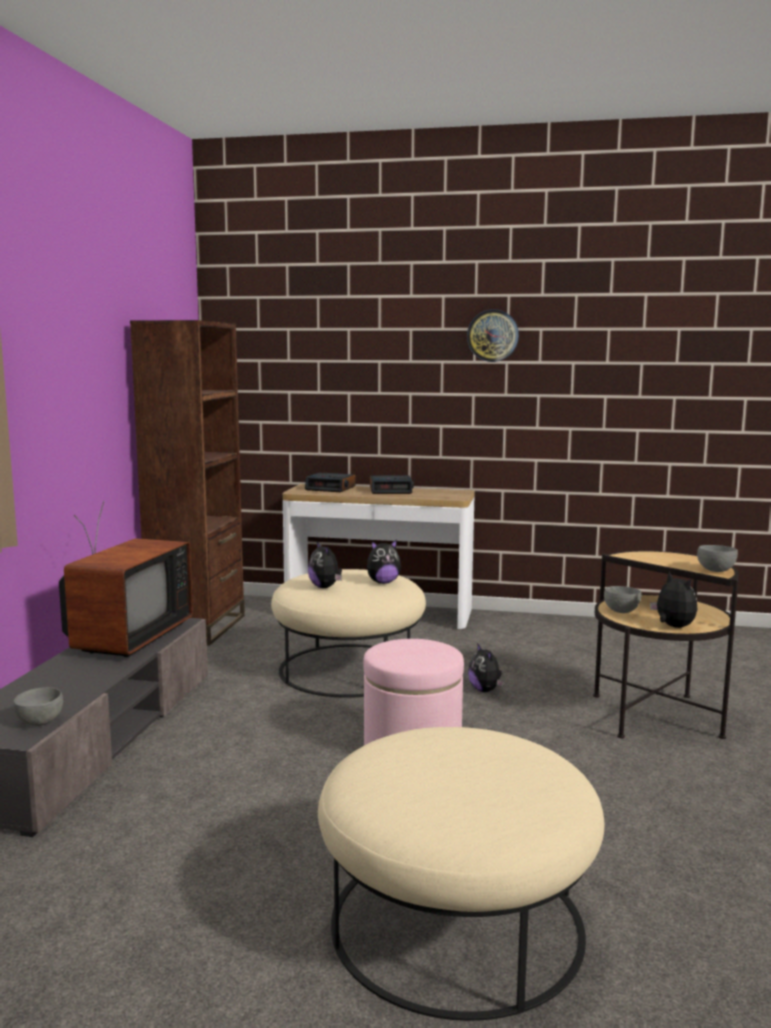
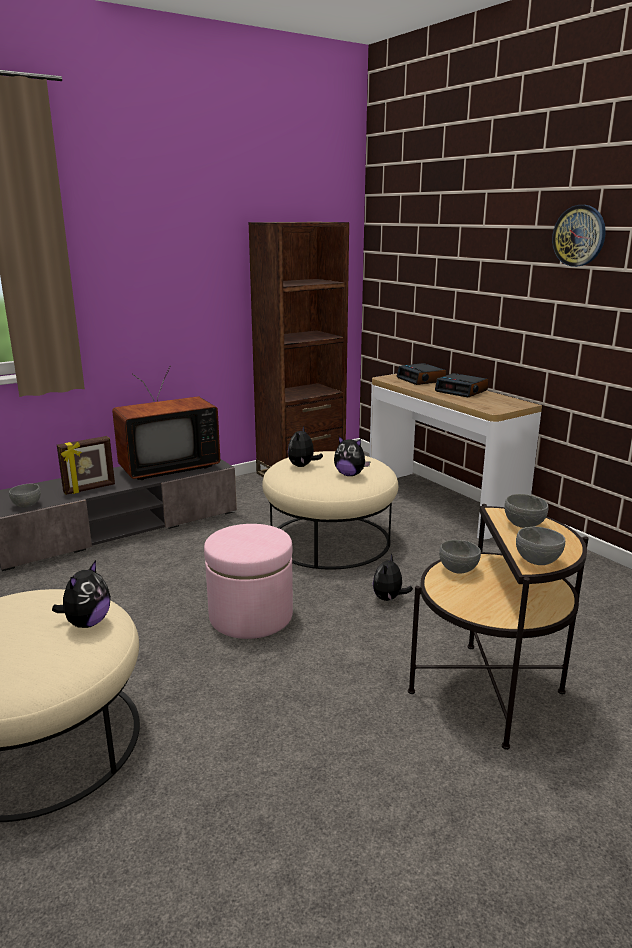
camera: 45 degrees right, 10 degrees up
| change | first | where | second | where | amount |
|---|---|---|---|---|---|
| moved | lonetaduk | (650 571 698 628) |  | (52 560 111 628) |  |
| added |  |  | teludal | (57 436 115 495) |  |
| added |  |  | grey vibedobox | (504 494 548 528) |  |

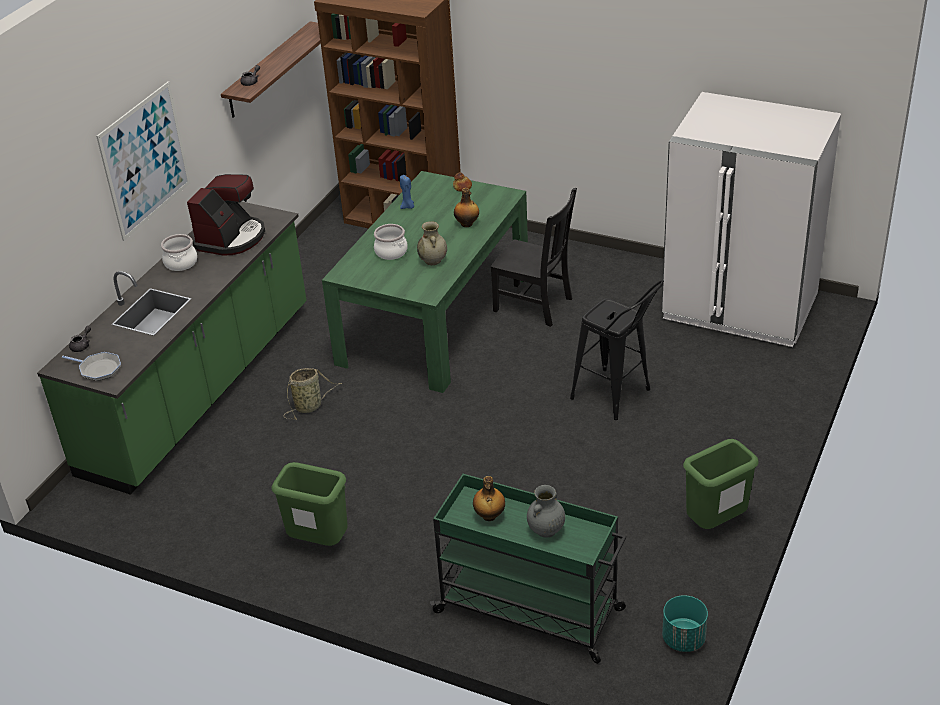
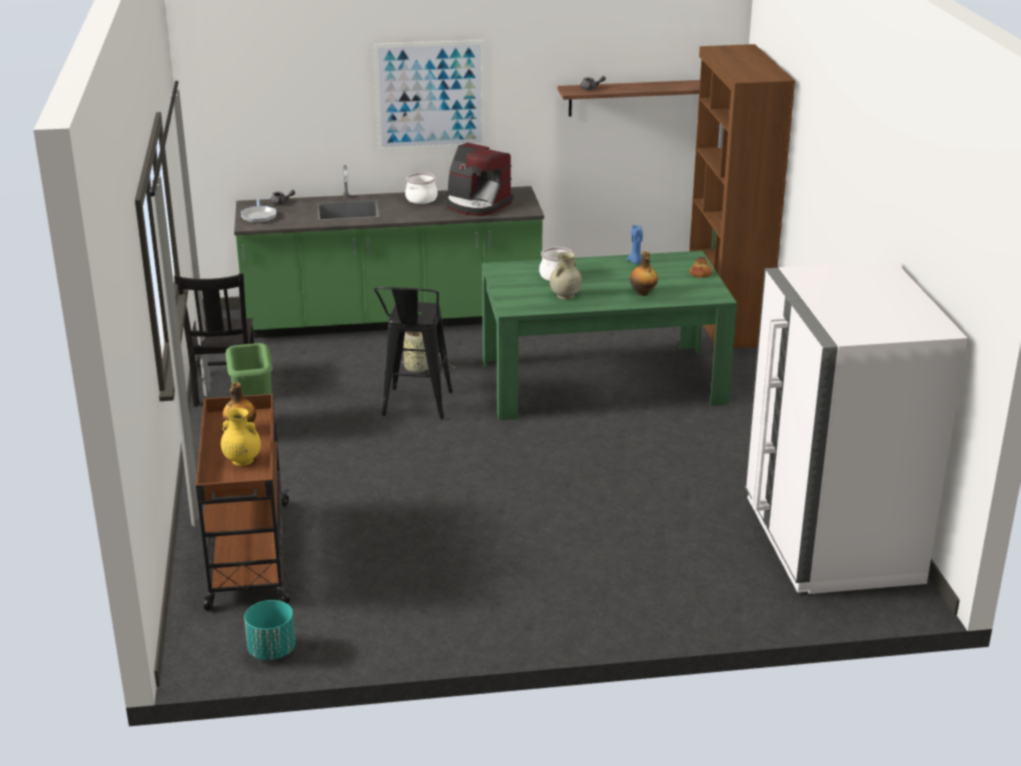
camera: 55 degrees right, 10 degrees down
| change | first | where | second | where | amount |
|---|---|---|---|---|---|
| moved | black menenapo | (491 188 577 327) |  | (174 273 255 407) |  |
| recoloured | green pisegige | (430 474 626 664) | brown pisegige | (196 394 290 610) |  |
| recoloured | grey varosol | (527 485 565 538) | yellow varosol | (221 408 261 466) |  |
| moved | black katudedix | (570 280 664 420) |  | (374 287 453 419) |  |
| turned | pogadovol | (187 174 265 256) |  | (445 143 513 216) | 45 degrees clockwise |
| removed | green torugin | (683 439 759 529) |  |  |  |

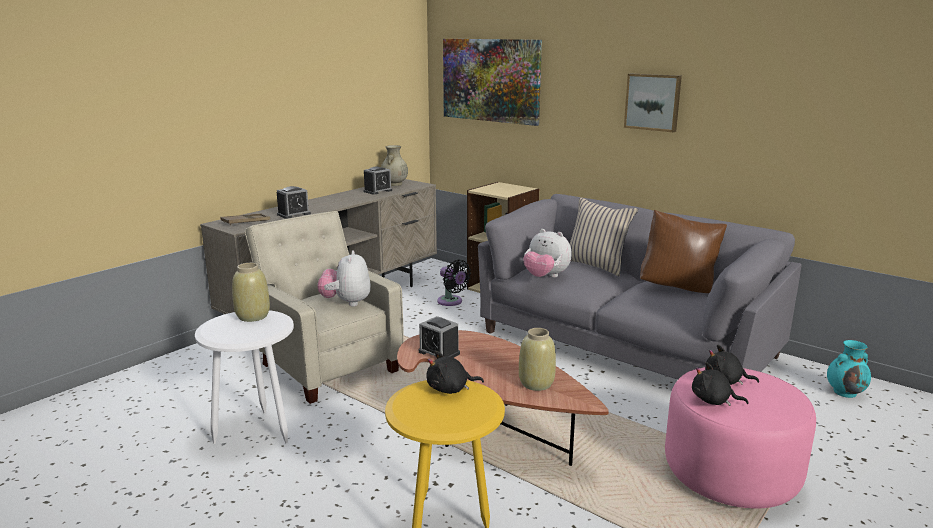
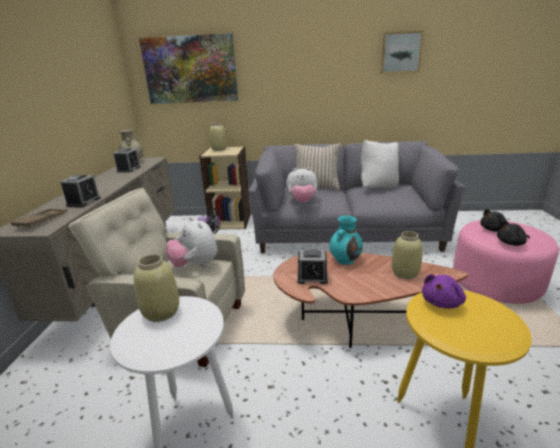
camera: 35 degrees left, 5 degrees up
| change | first | where | second | where | amount |
|---|---|---|---|---|---|
| added |  |  | beige varosol | (209 122 227 151) |  |
| moved | turquoise varosol | (827 340 871 398) |  | (329 216 363 265) |  |
| recoloured | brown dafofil | (640 210 727 293) | white dafofil | (361 140 399 188) |  |
| moved | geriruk | (624 74 682 132) |  | (381 31 424 74) |  |
| recoloured | black lonetaduk | (426 351 484 394) | purple lonetaduk | (422 274 466 308) |  |

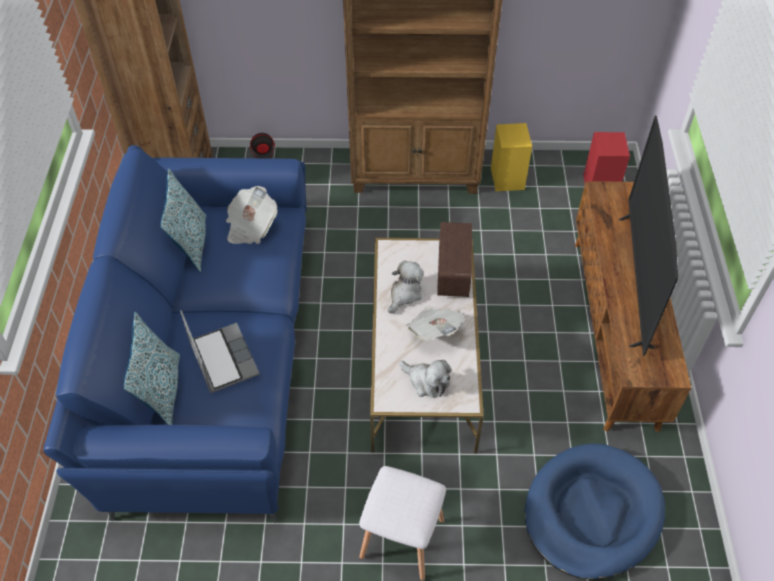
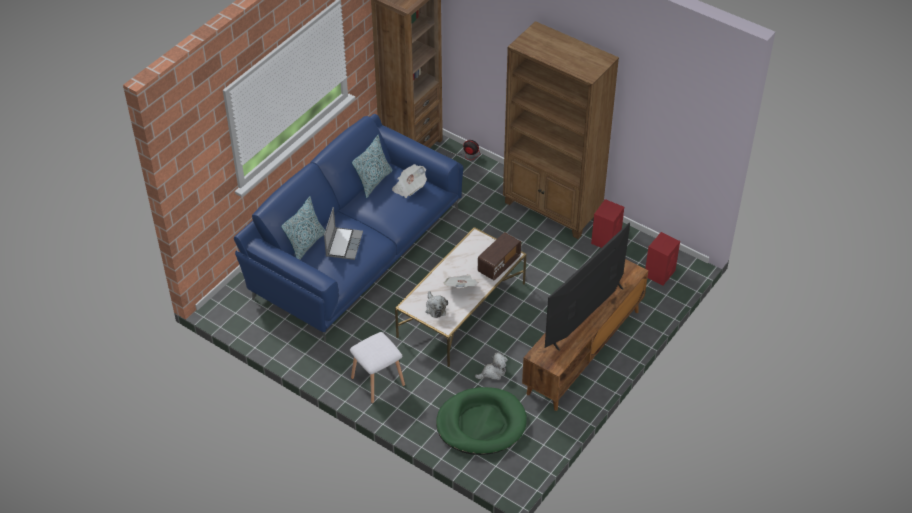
camera: 35 degrees right, 5 degrees down
| change | first | where | second | where | amount |
|---|---|---|---|---|---|
| recoloured | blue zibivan | (525 443 665 579) | green zibivan | (436 387 527 455) |  |
| moved | lonetaduk | (388 260 423 313) |  | (475 352 508 380) |  |
| recoloured | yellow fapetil | (491 123 532 191) | red fapetil | (591 199 624 248) |  |

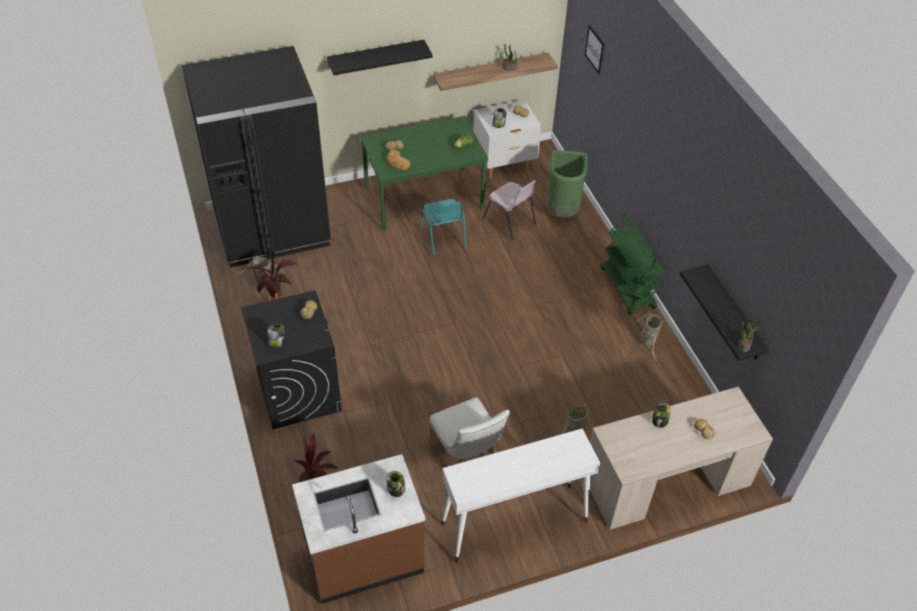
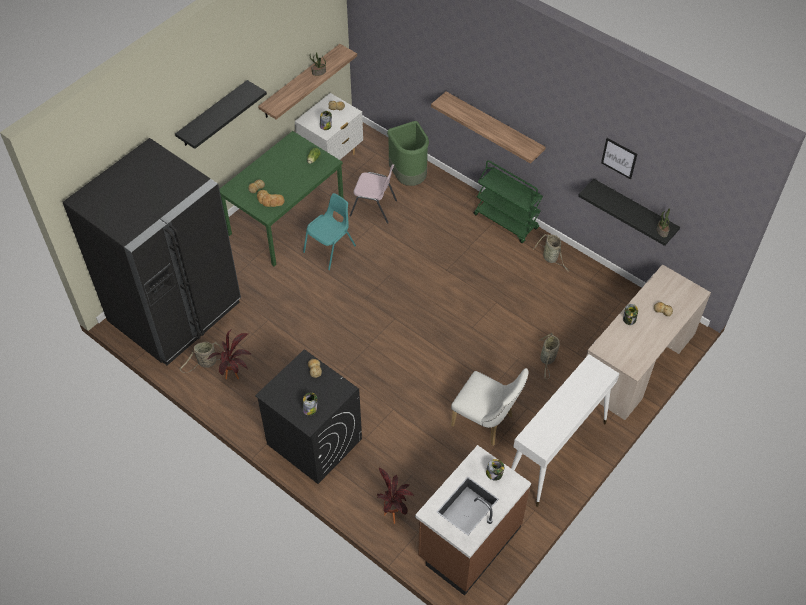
camera: 30 degrees left, 5 degrees up
| change | first | where | second | where | amount |
|---|---|---|---|---|---|
| turned | turquoise menenapo | (420 199 467 256) |  | (303 193 356 270) | 90 degrees counterclockwise |
| added |  |  | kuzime | (431 92 546 164) |  |
| moved | geriruk | (585 25 604 74) |  | (601 138 637 179) |  |

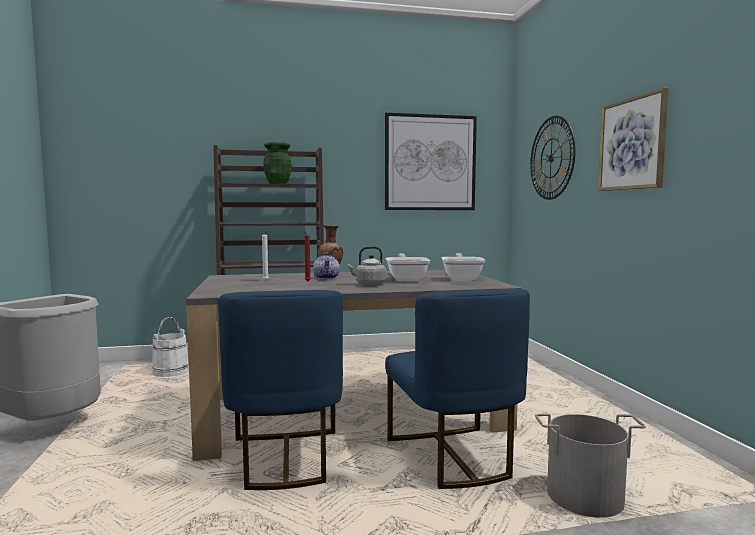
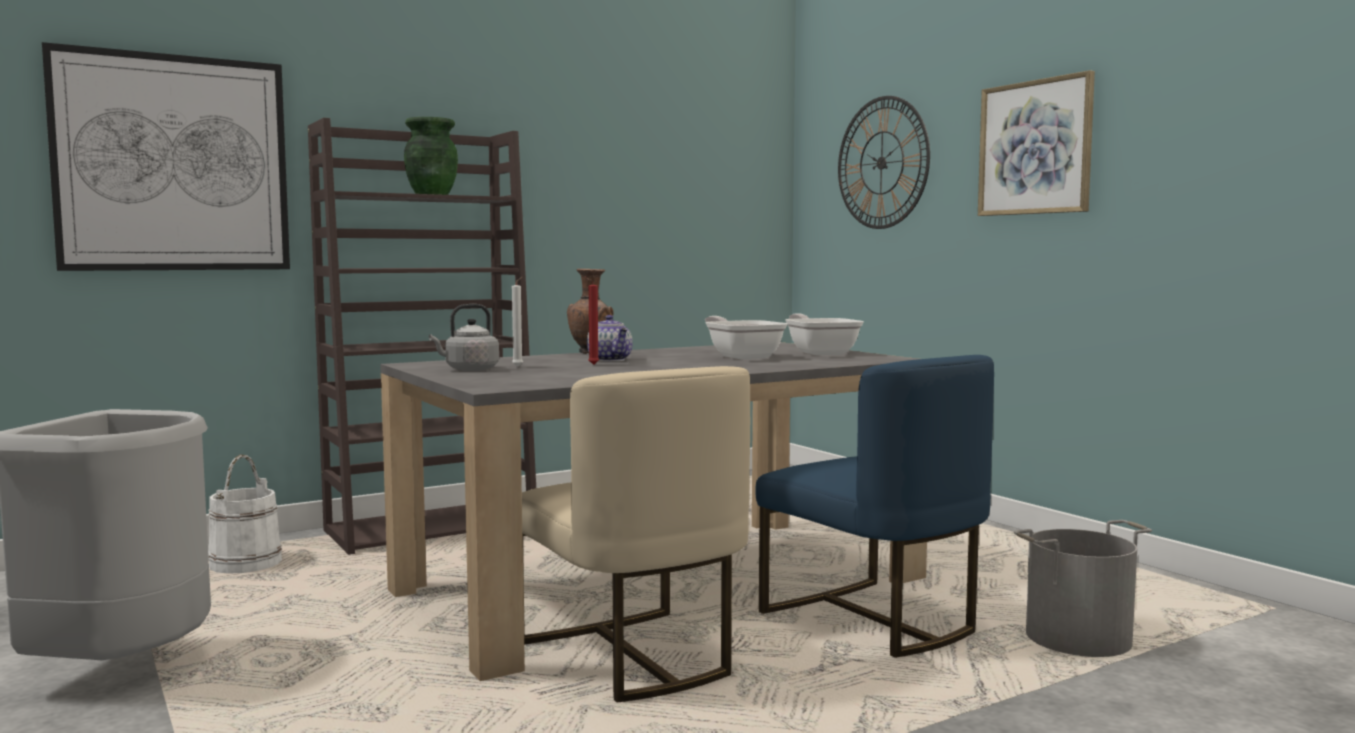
camera: 20 degrees left, 0 degrees up
| change | first | where | second | where | amount |
|---|---|---|---|---|---|
| moved | geriruk | (385 113 477 210) |  | (42 42 290 271) |  |
| moved | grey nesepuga | (347 246 386 285) |  | (429 304 499 371) |  |
| recoloured | blue menenapo | (218 290 343 490) | beige menenapo | (522 366 750 703) |  |

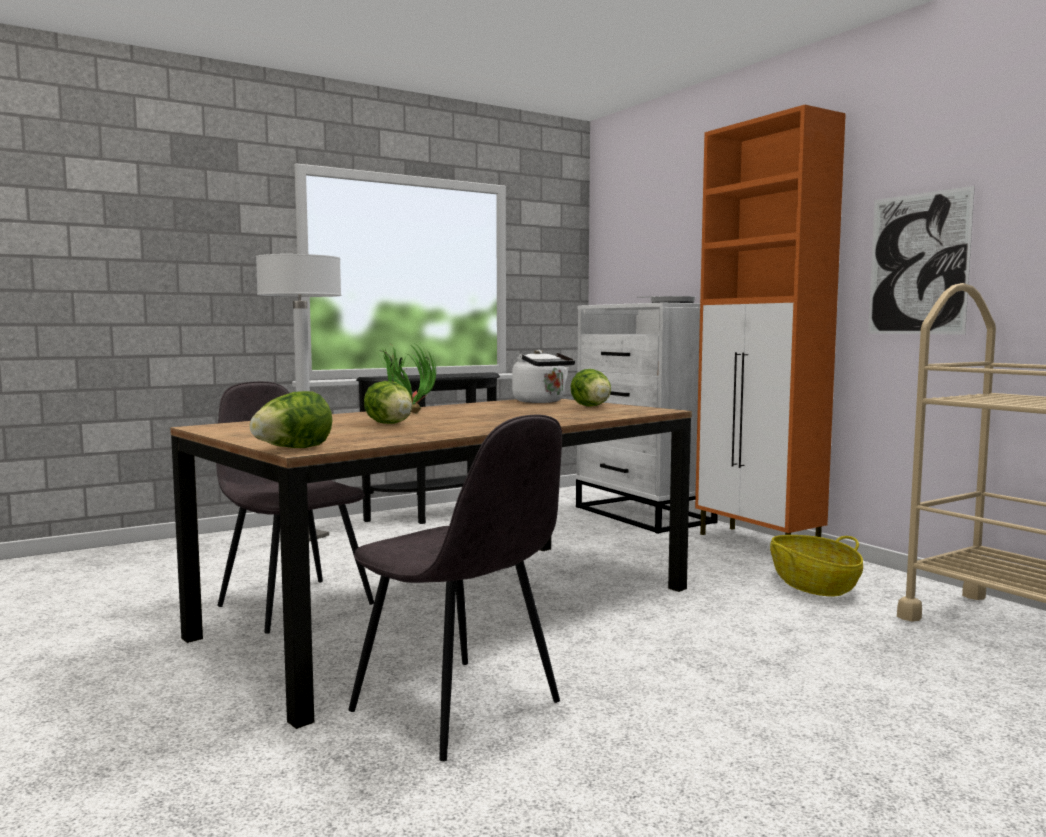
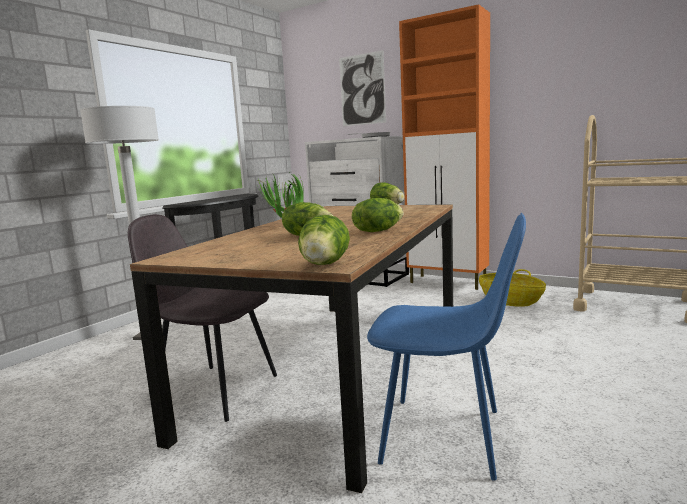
camera: 25 degrees left, 5 degrees up
| change | first | where | second | where | amount |
|---|---|---|---|---|---|
| moved | geriruk | (868 186 975 335) |  | (339 50 386 126) |  |
| added |  |  | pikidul | (352 198 404 232) |  |
| recoloured | grey menenapo | (349 415 562 761) | blue menenapo | (367 213 526 480) |  |
| removed | white nesepuga | (512 350 575 403) |  |  |  |

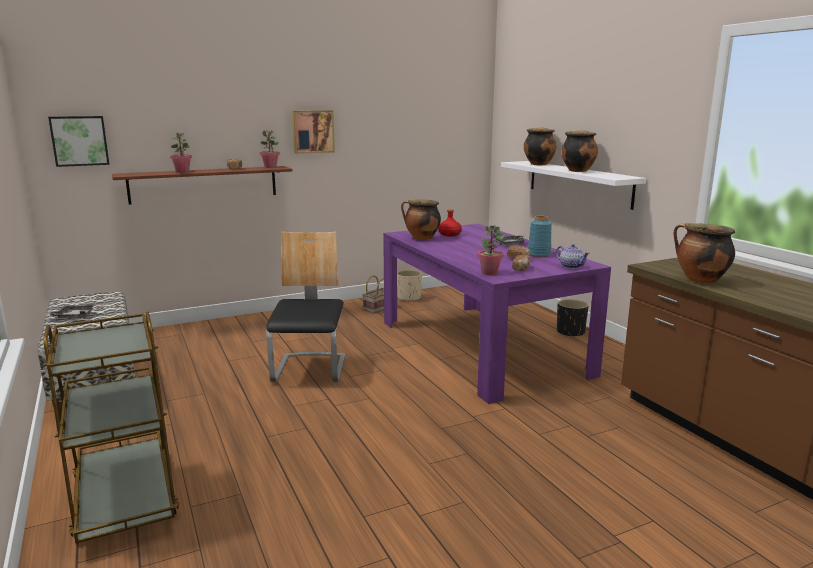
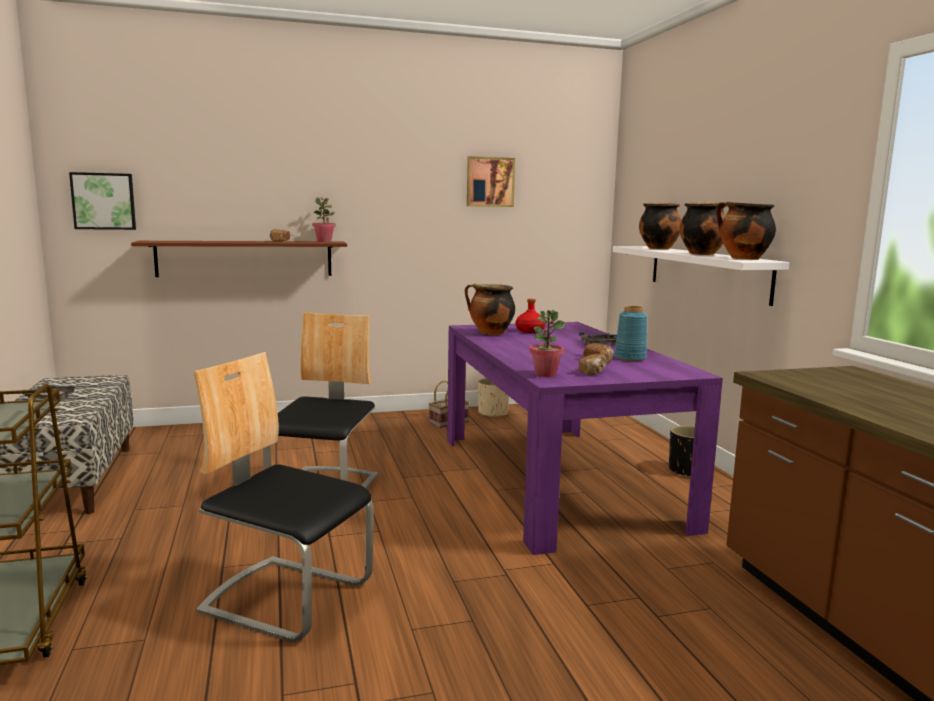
camera: 10 degrees right, 5 degrees down
| change | first | where | second | where | amount |
|---|---|---|---|---|---|
| added |  |  | menenapo | (193 352 374 642) |  |
| moved | geriruk | (292 110 335 154) |  | (467 156 515 207) |  |
| moved | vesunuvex | (674 223 735 284) |  | (716 201 776 260) |  |
| removed | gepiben | (170 132 192 173) |  |  |  |
| removed | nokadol | (556 244 590 269) |  |  |  |

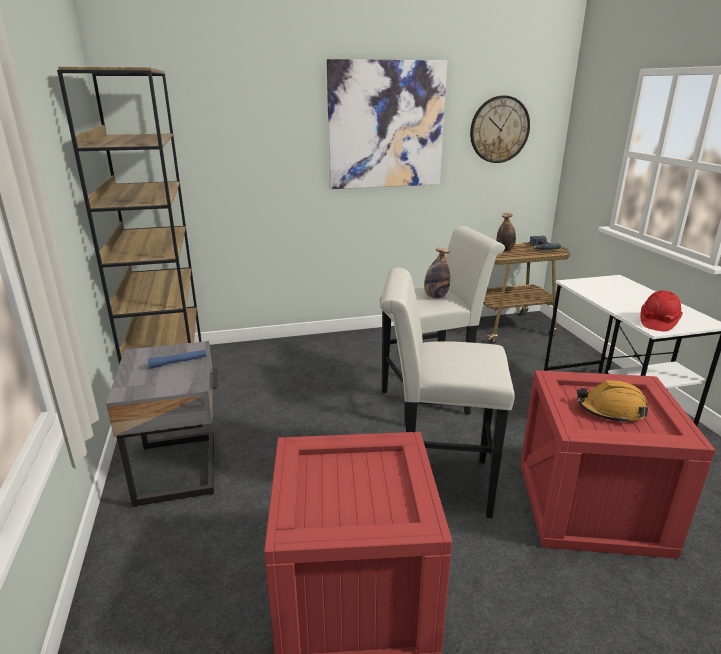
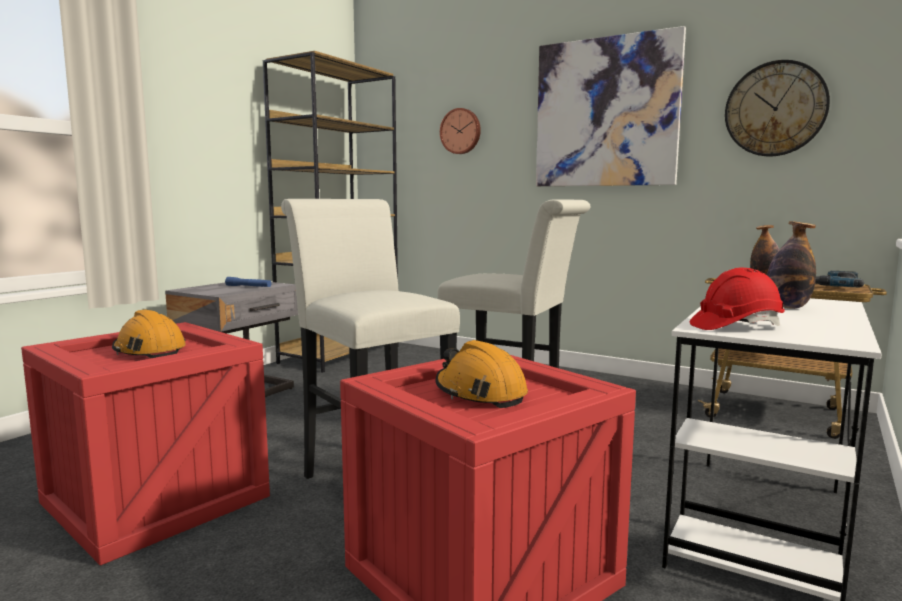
camera: 45 degrees right, 15 degrees down
| change | first | where | second | where | amount |
|---|---|---|---|---|---|
| added |  |  | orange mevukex | (112 309 186 358) |  |
| added |  |  | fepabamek | (440 108 481 154) |  |
| moved | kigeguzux | (424 248 450 299) |  | (767 221 816 309) |  |

